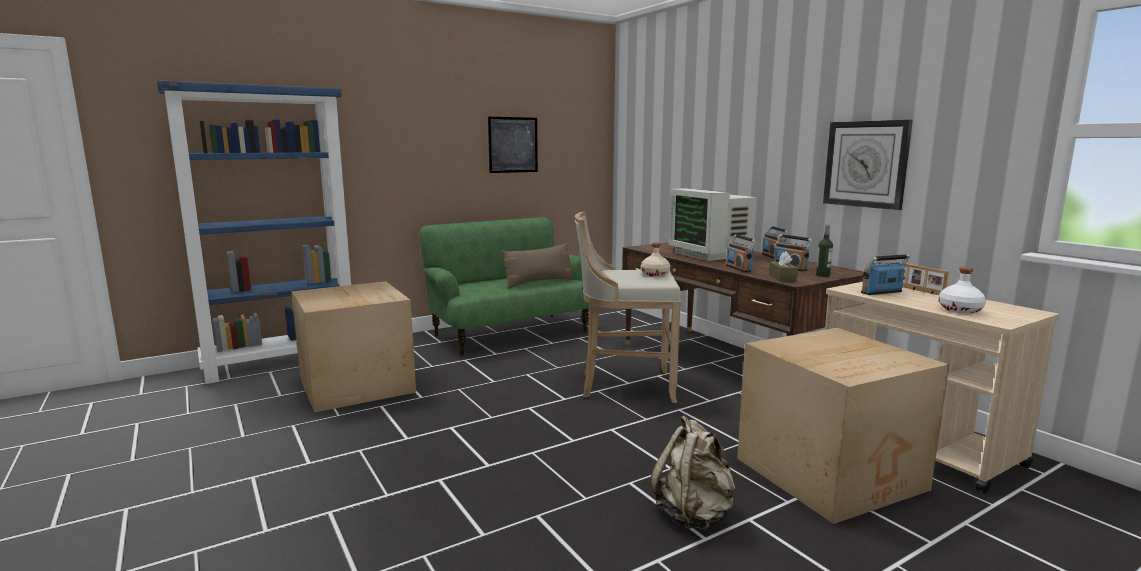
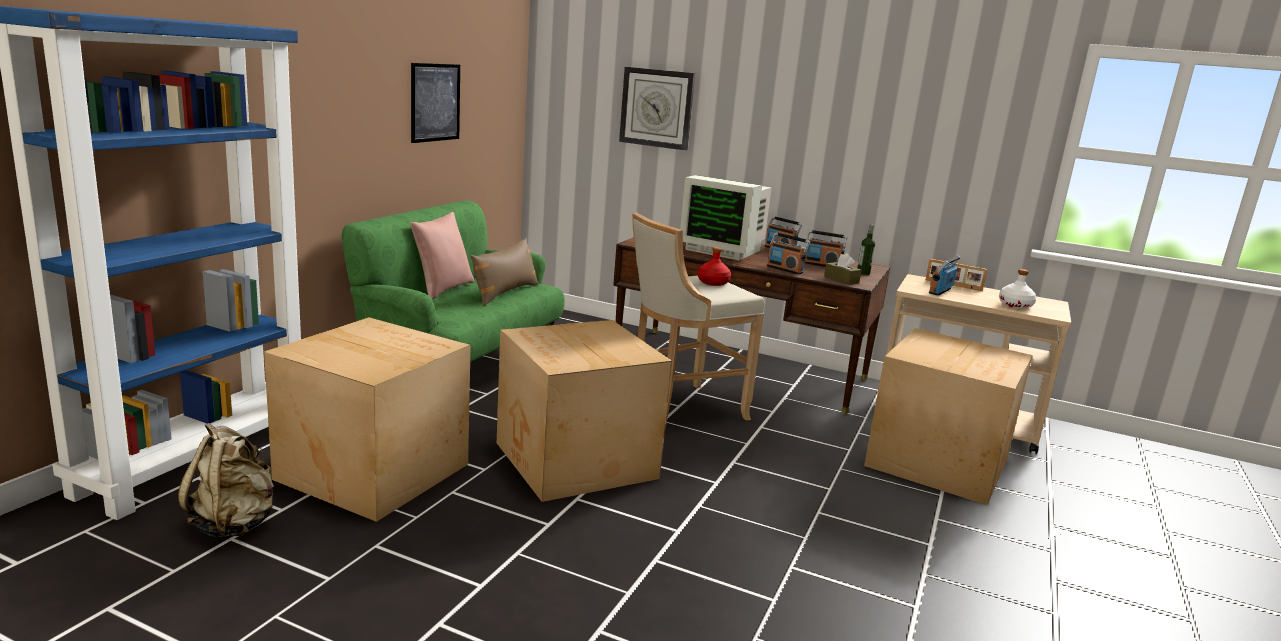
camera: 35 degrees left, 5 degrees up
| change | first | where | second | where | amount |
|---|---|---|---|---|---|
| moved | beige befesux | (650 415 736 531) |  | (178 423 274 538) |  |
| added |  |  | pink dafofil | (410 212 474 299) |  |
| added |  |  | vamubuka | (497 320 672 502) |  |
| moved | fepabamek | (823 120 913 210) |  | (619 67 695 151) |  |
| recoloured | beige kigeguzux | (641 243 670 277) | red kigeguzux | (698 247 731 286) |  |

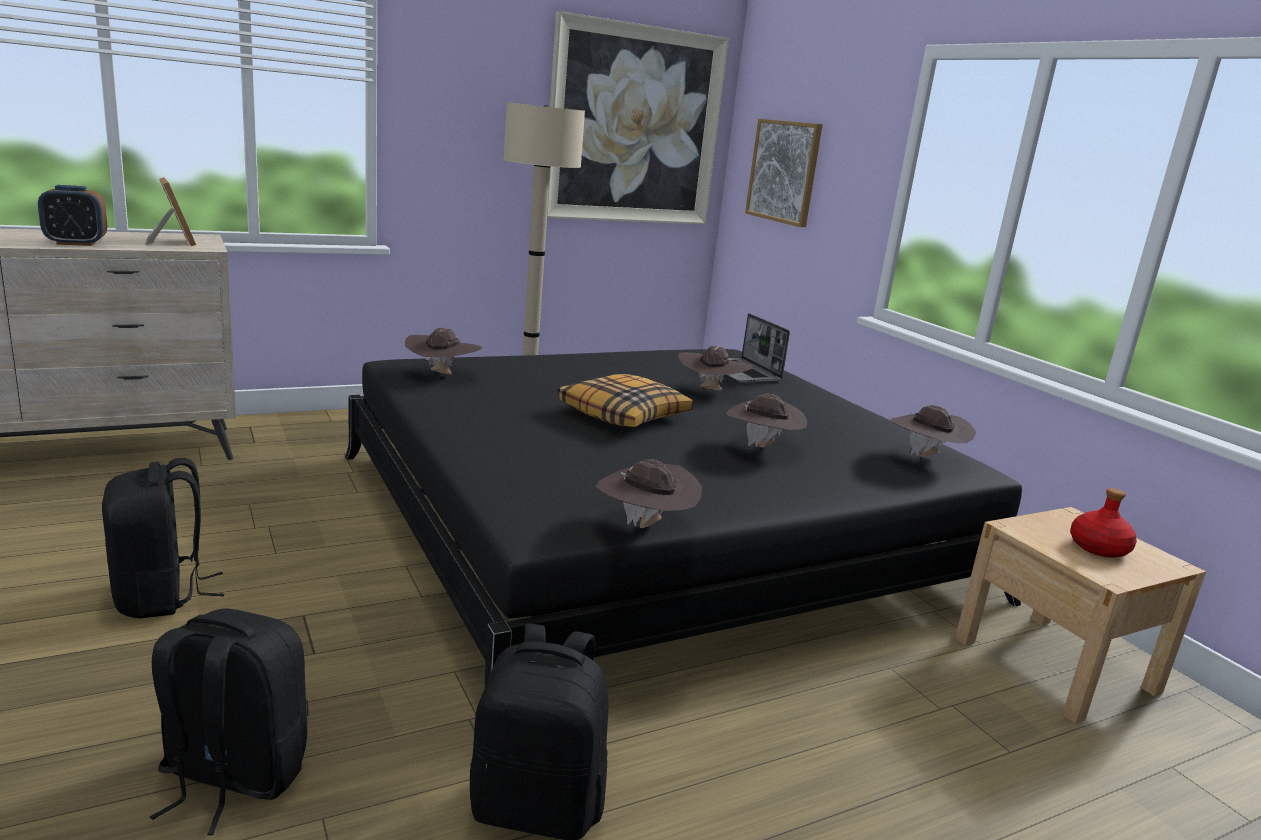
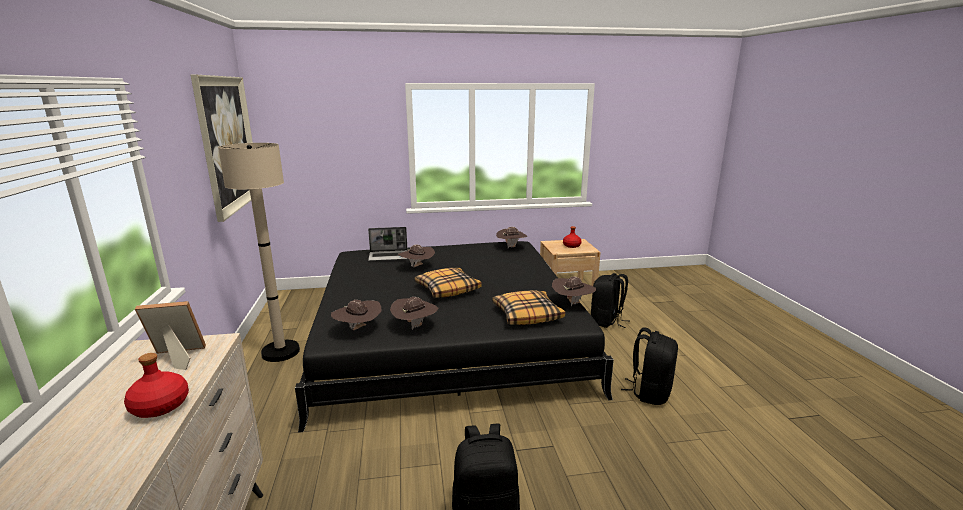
camera: 70 degrees left, 0 degrees up
| change | first | where | second | where | amount |
|---|---|---|---|---|---|
| replaced | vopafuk | (38 185 107 246) | red kigeguzux | (124 353 189 418) |  |
| moved | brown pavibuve | (727 394 807 447) |  | (390 297 438 330) |  |
| added |  |  | dafofil | (492 290 565 325) |  |
| moved | black befesux | (150 608 309 835) |  | (591 273 630 328) |  |
| removed | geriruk | (745 119 822 228) |  |  |  |

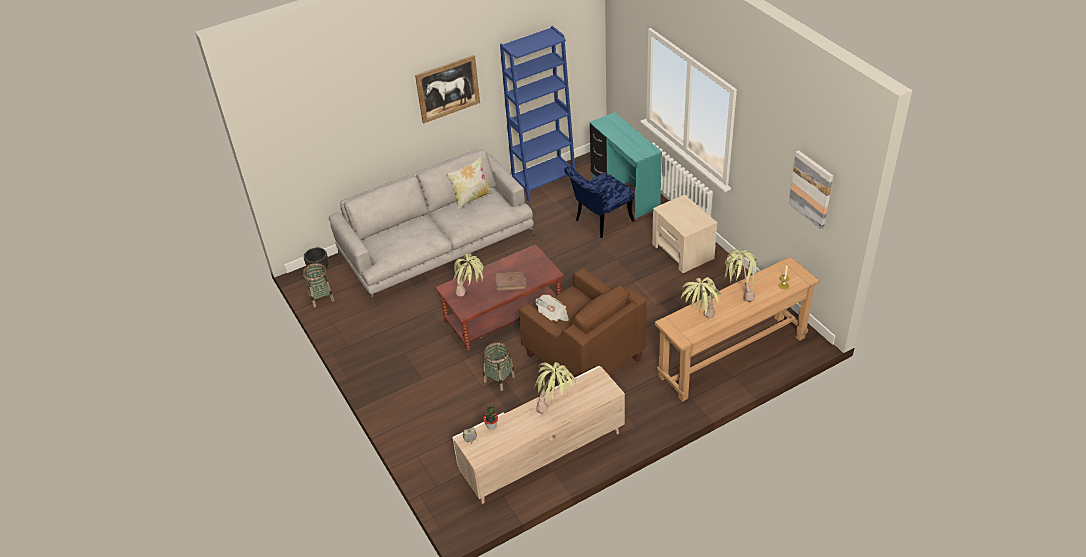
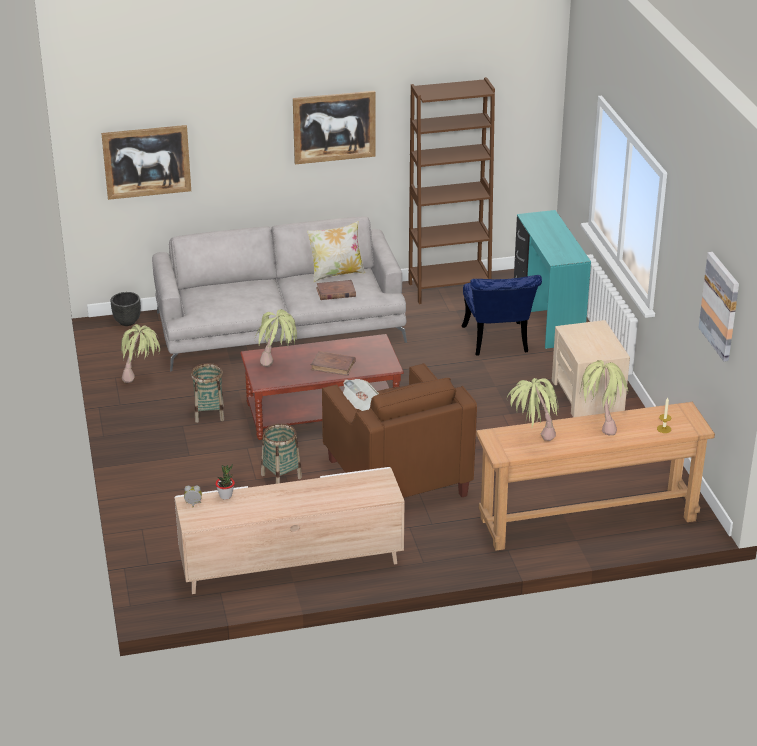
camera: 15 degrees right, 10 degrees down
| change | first | where | second | where | amount |
|---|---|---|---|---|---|
| added |  |  | geriruk | (101 125 191 200) |  |
| moved | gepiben | (535 362 576 413) |  | (121 324 160 383) |  |
| moved | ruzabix | (303 263 334 308) |  | (191 363 224 423) |  |
| added |  |  | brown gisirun | (316 280 356 300) |  |
| recoloured | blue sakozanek | (500 26 575 202) | brown sakozanek | (409 77 495 304) |  |
| turned | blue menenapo | (564 166 635 238) |  | (462 275 542 356) | 75 degrees counterclockwise |

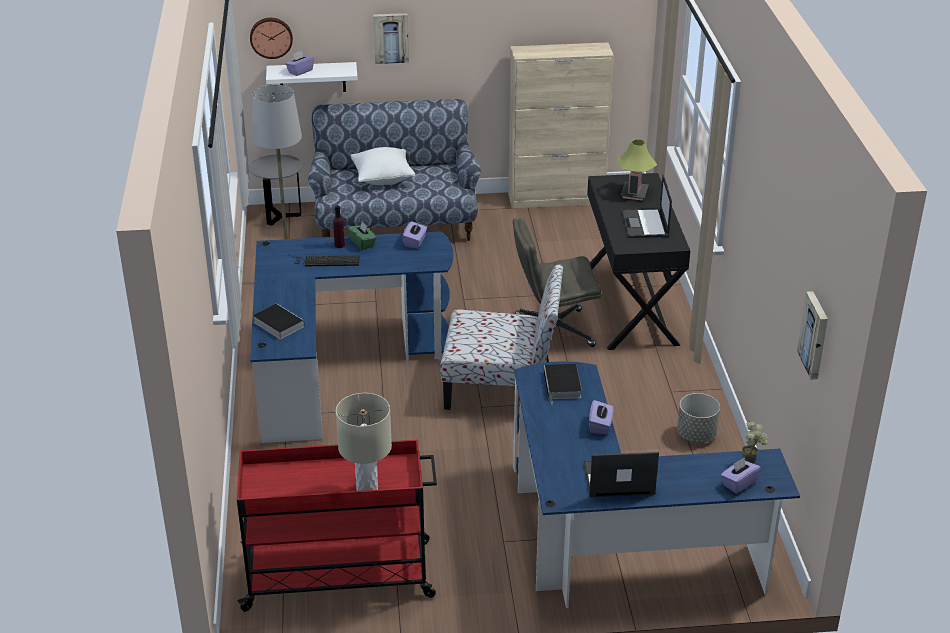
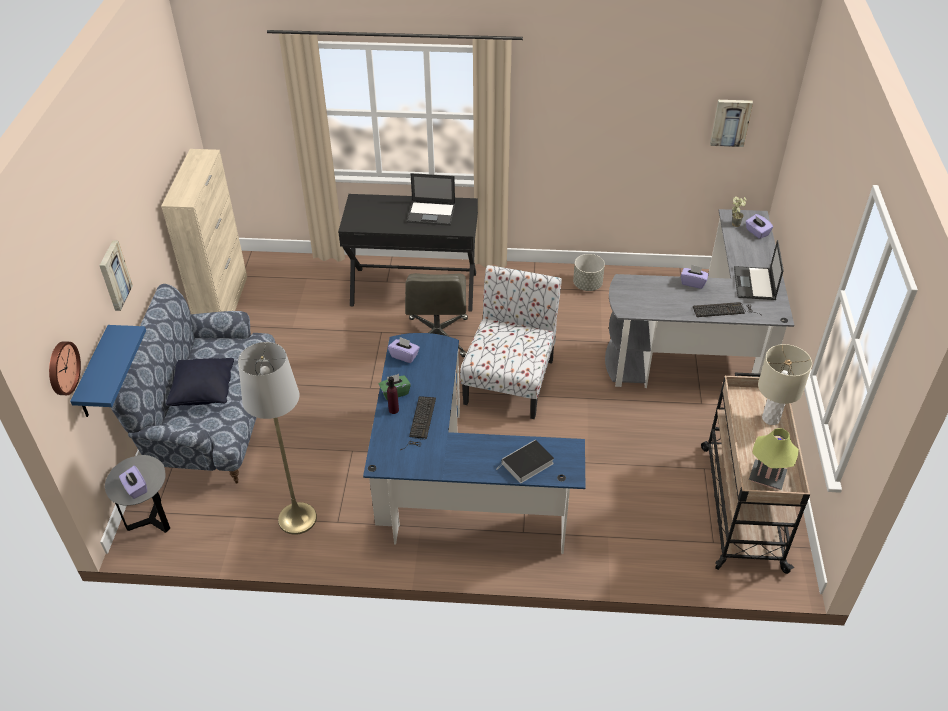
camera: 80 degrees left, 10 degrees up
| change | first | where | second | where | amount |
|---|---|---|---|---|---|
| recoloured | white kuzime | (266 62 357 92) | blue kuzime | (70 325 146 417) |  |
| moved | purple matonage | (285 51 314 76) |  | (119 466 147 499) |  |
| recoloured | white dafofil | (351 147 415 185) | black dafofil | (166 358 234 406) |  |
| recoloured | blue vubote | (513 361 800 608) | grey vubote | (605 209 794 388) |  |
| added |  |  | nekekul | (693 302 762 317) |  |
| recoloured | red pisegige | (237 439 437 612) | beige pisegige | (701 373 810 574) |  |
| moved | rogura | (617 139 657 201) |  | (749 428 799 490) |  |
| removed | gisirun | (544 364 582 405) |  |  |  |

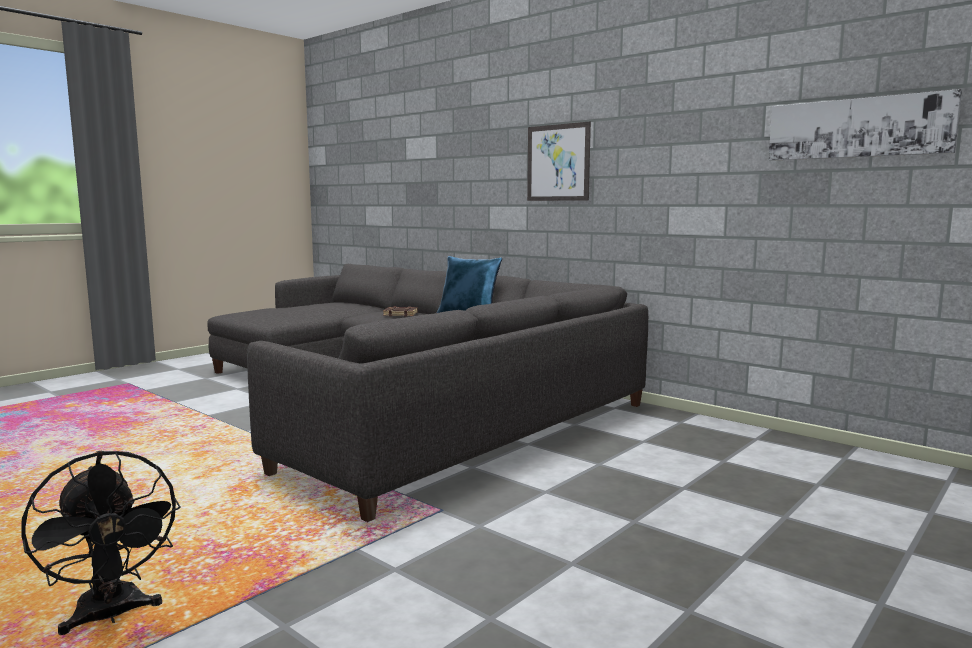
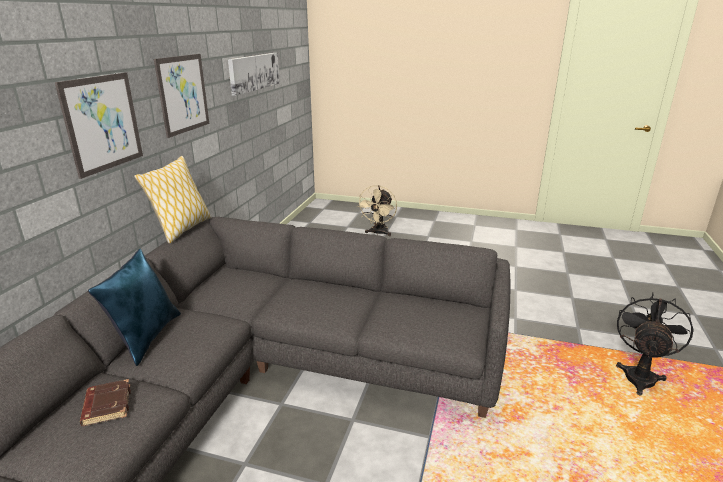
camera: 115 degrees left, 15 degrees up
| change | first | where | second | where | amount |
|---|---|---|---|---|---|
| added |  |  | dafofil | (134 156 211 244) |  |
| added |  |  | geriruk | (154 54 209 138) |  |
| added |  |  | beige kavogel | (357 185 397 236) |  |

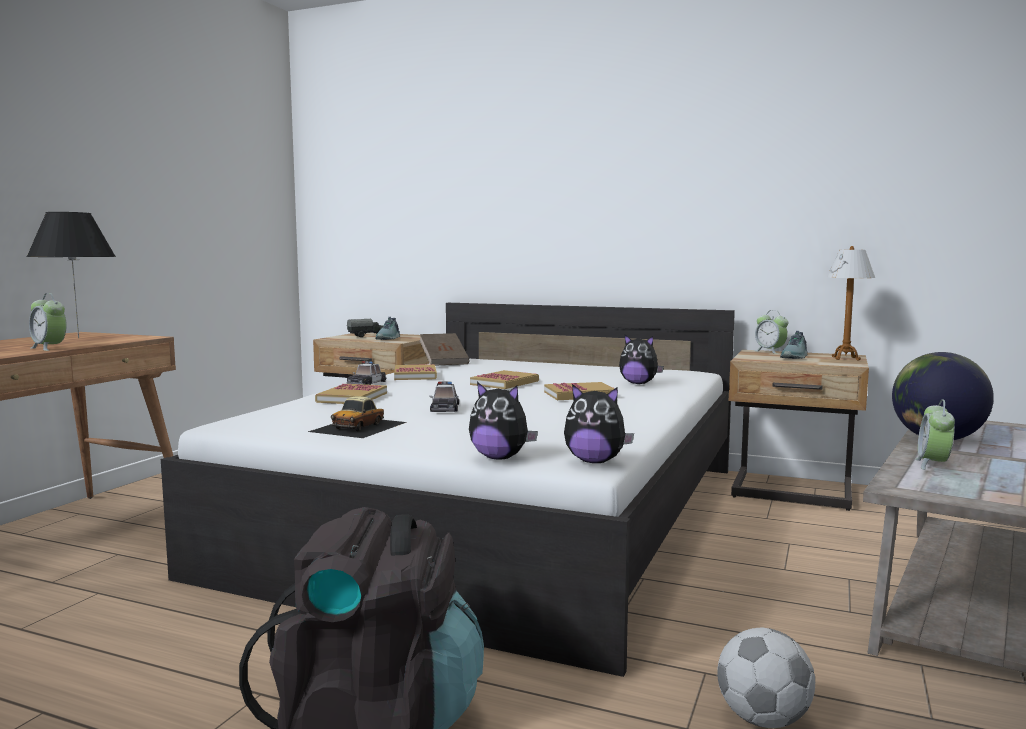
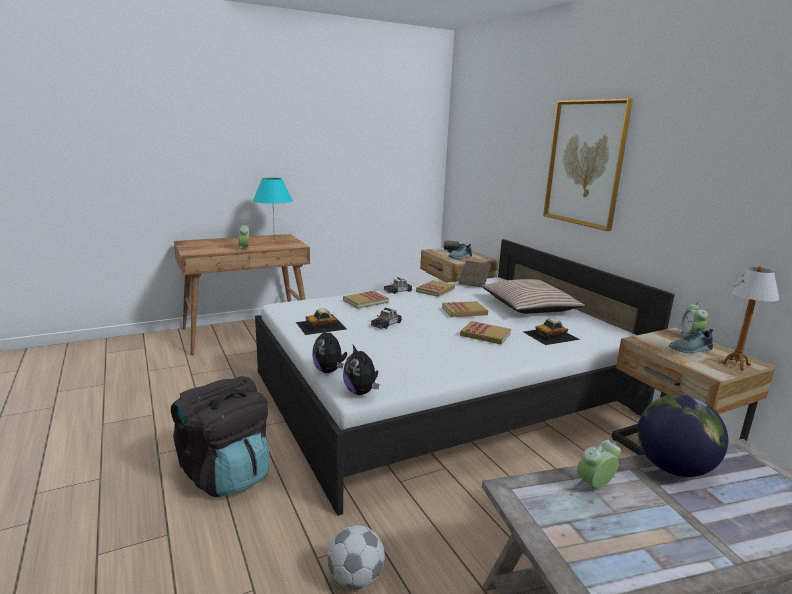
camera: 40 degrees right, 10 degrees up
| change | first | where | second | where | amount |
|---|---|---|---|---|---|
| recoloured | black rogura | (26 212 116 338) | turquoise rogura | (253 178 293 241) |  |
| added |  |  | dafofil | (482 279 585 314) |  |
| replaced | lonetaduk | (619 335 664 384) | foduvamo | (524 318 580 345) |  |
| added |  |  | geriruk | (543 98 633 231) |  |

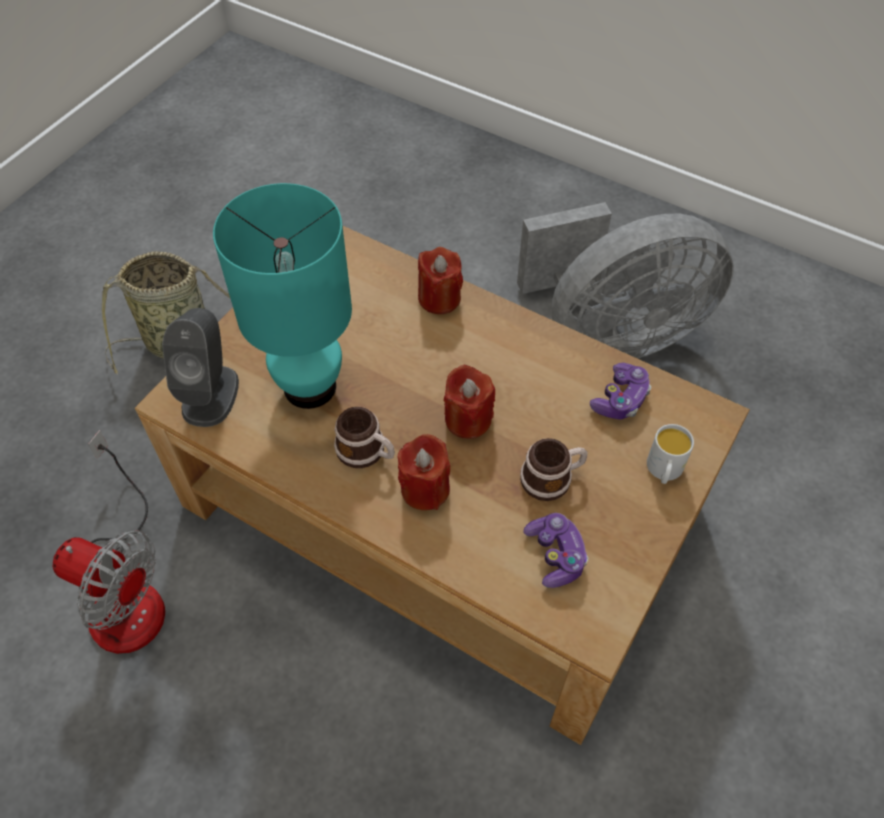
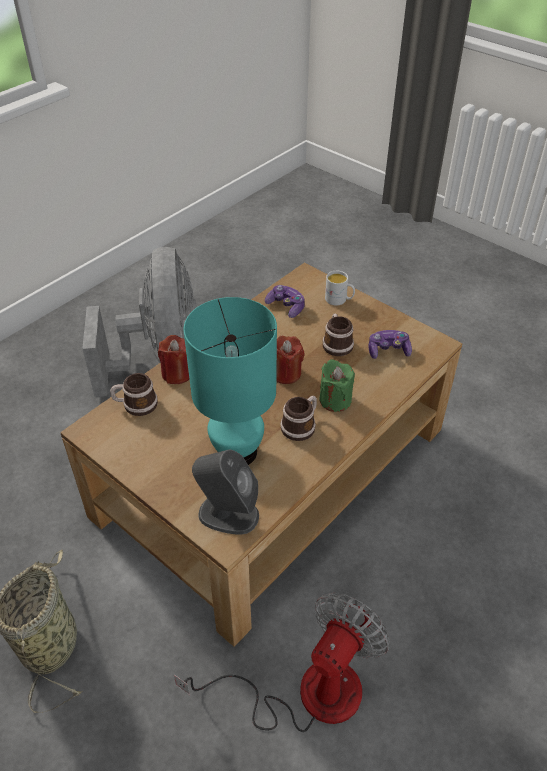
camera: 80 degrees left, 10 degrees down
| change | first | where | second | where | amount |
|---|---|---|---|---|---|
| added |  |  | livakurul | (110 373 158 416) |  |
| recoloured | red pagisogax | (398 434 450 510) | green pagisogax | (320 359 355 412) |  |

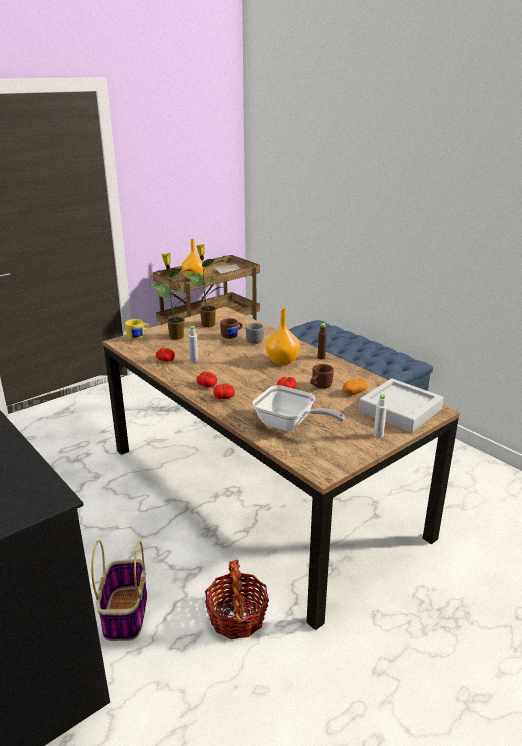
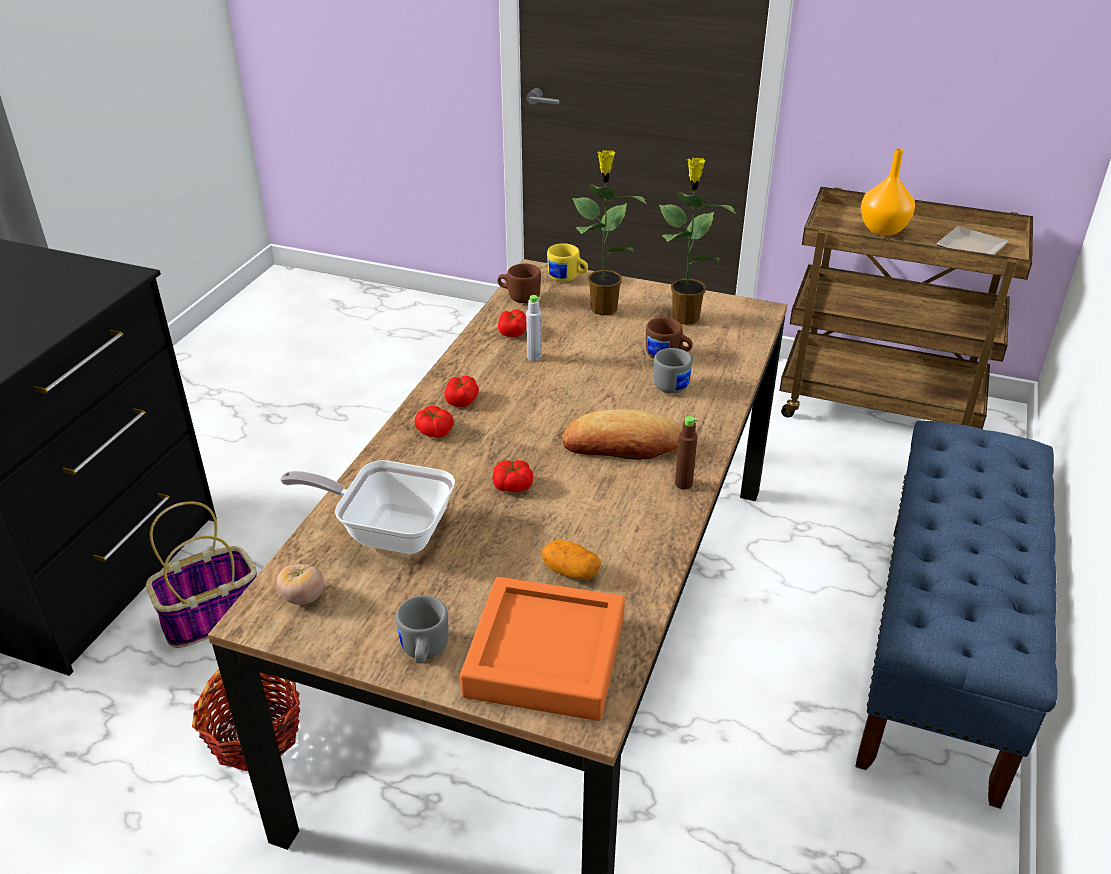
camera: 60 degrees right, 10 degrees up
| change | first | where | second | where | amount |
|---|---|---|---|---|---|
| added |  |  | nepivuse | (276 564 324 605) |  |
| turned | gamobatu | (252 385 345 431) |  | (280 460 455 554) | 105 degrees clockwise |
| replaced | white kigeguzux | (374 394 387 438) | grey livakurul | (396 595 448 664) |  |
| recoloured | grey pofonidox | (359 378 444 433) | orange pofonidox | (460 577 625 721) |  |
| moved | brown livakurul | (310 364 334 389) |  | (497 264 541 303) |  |
| replaced | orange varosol | (266 309 300 365) | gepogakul | (562 409 683 459) |  |

